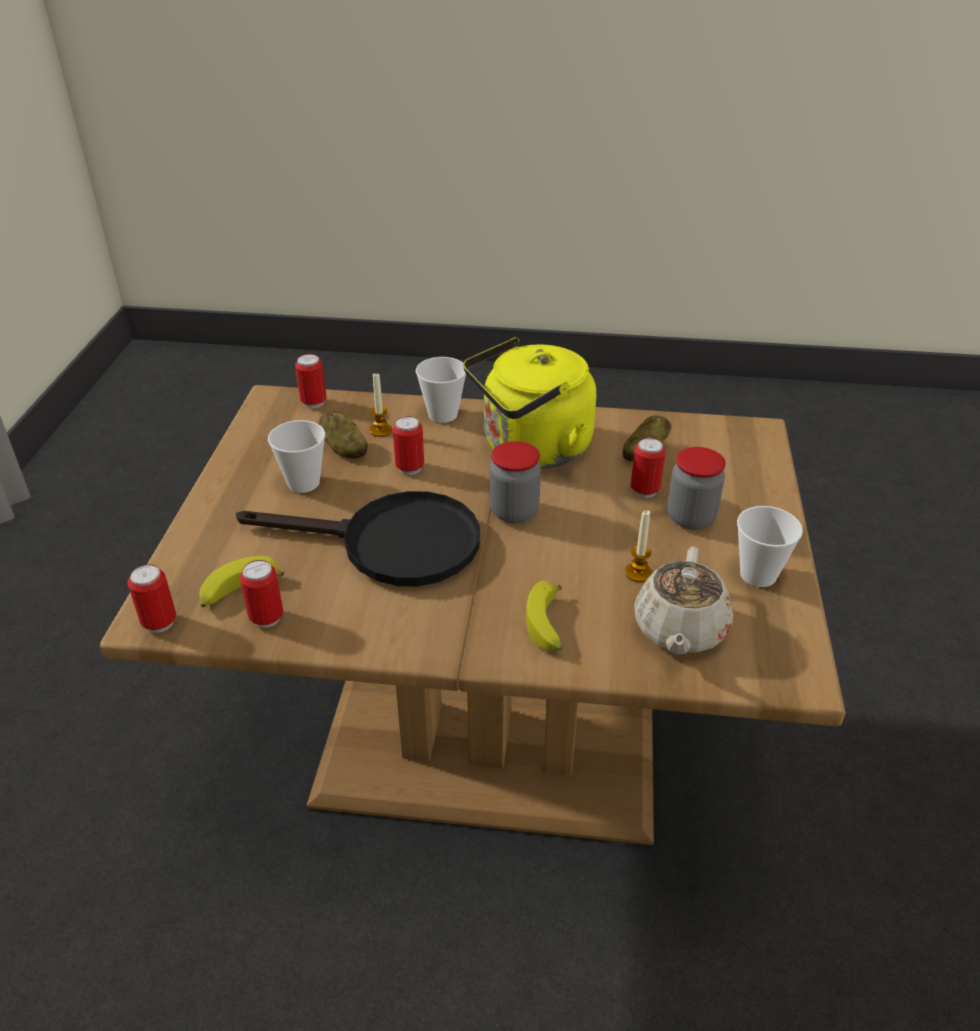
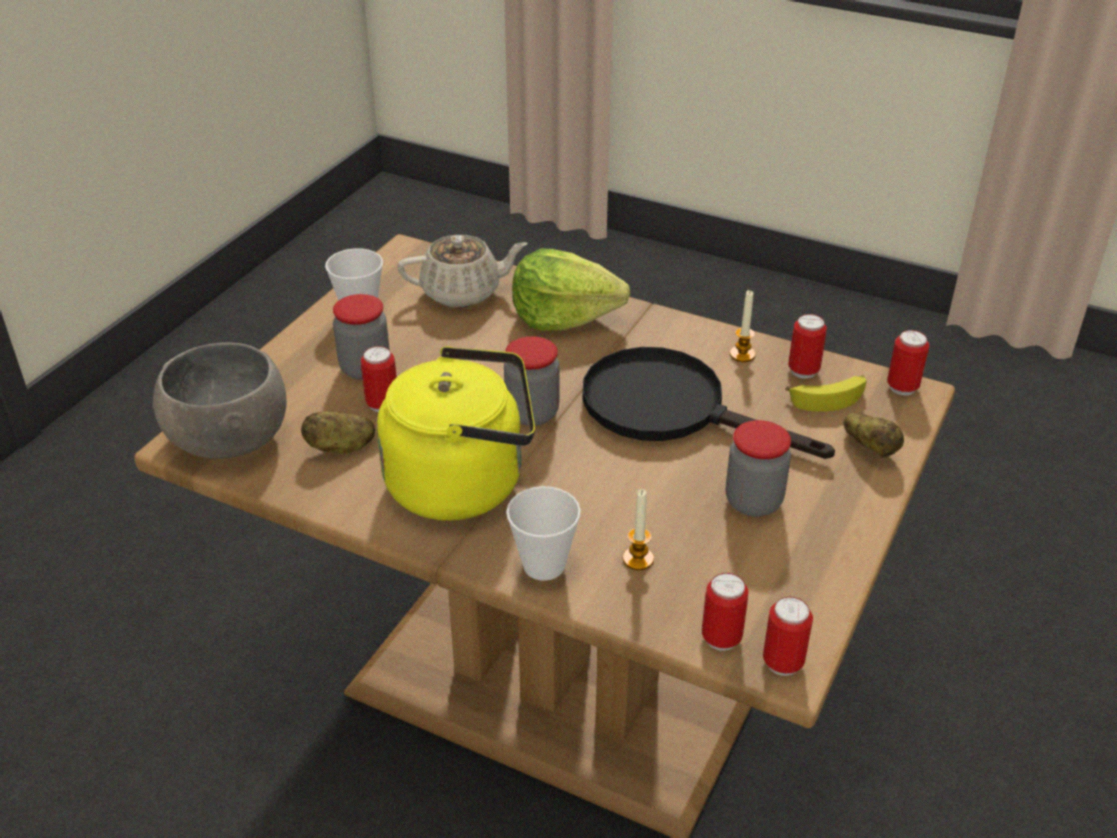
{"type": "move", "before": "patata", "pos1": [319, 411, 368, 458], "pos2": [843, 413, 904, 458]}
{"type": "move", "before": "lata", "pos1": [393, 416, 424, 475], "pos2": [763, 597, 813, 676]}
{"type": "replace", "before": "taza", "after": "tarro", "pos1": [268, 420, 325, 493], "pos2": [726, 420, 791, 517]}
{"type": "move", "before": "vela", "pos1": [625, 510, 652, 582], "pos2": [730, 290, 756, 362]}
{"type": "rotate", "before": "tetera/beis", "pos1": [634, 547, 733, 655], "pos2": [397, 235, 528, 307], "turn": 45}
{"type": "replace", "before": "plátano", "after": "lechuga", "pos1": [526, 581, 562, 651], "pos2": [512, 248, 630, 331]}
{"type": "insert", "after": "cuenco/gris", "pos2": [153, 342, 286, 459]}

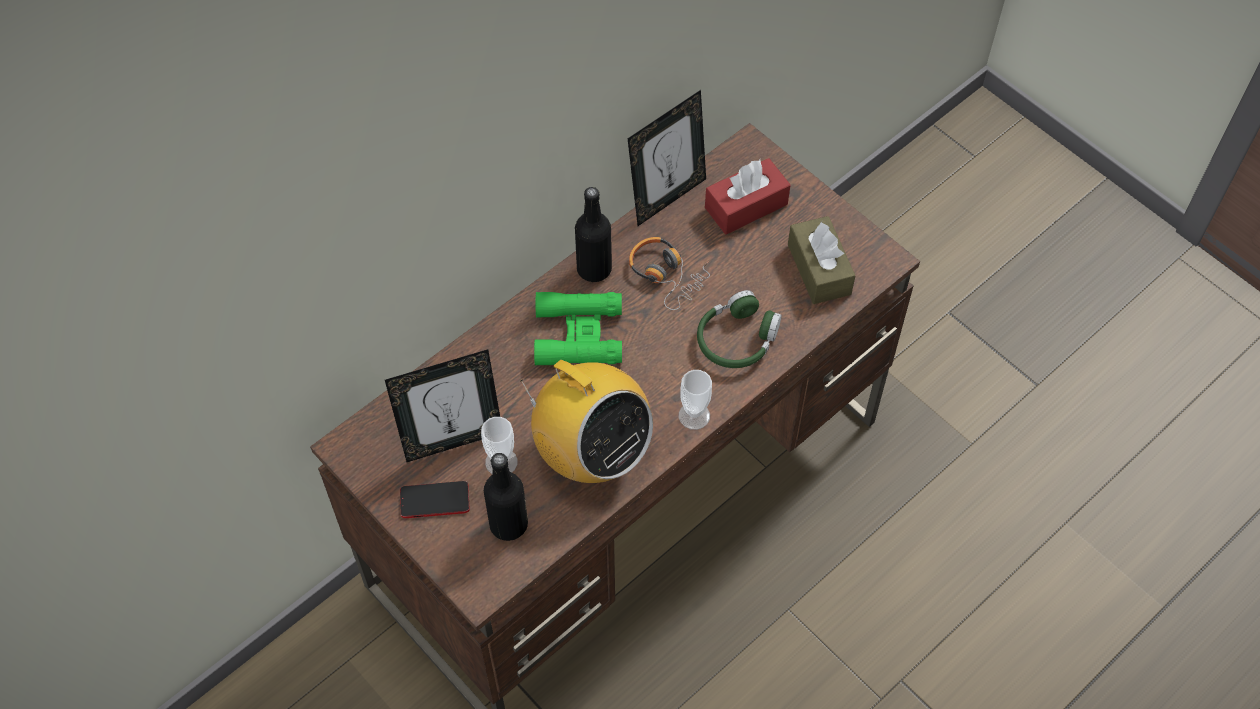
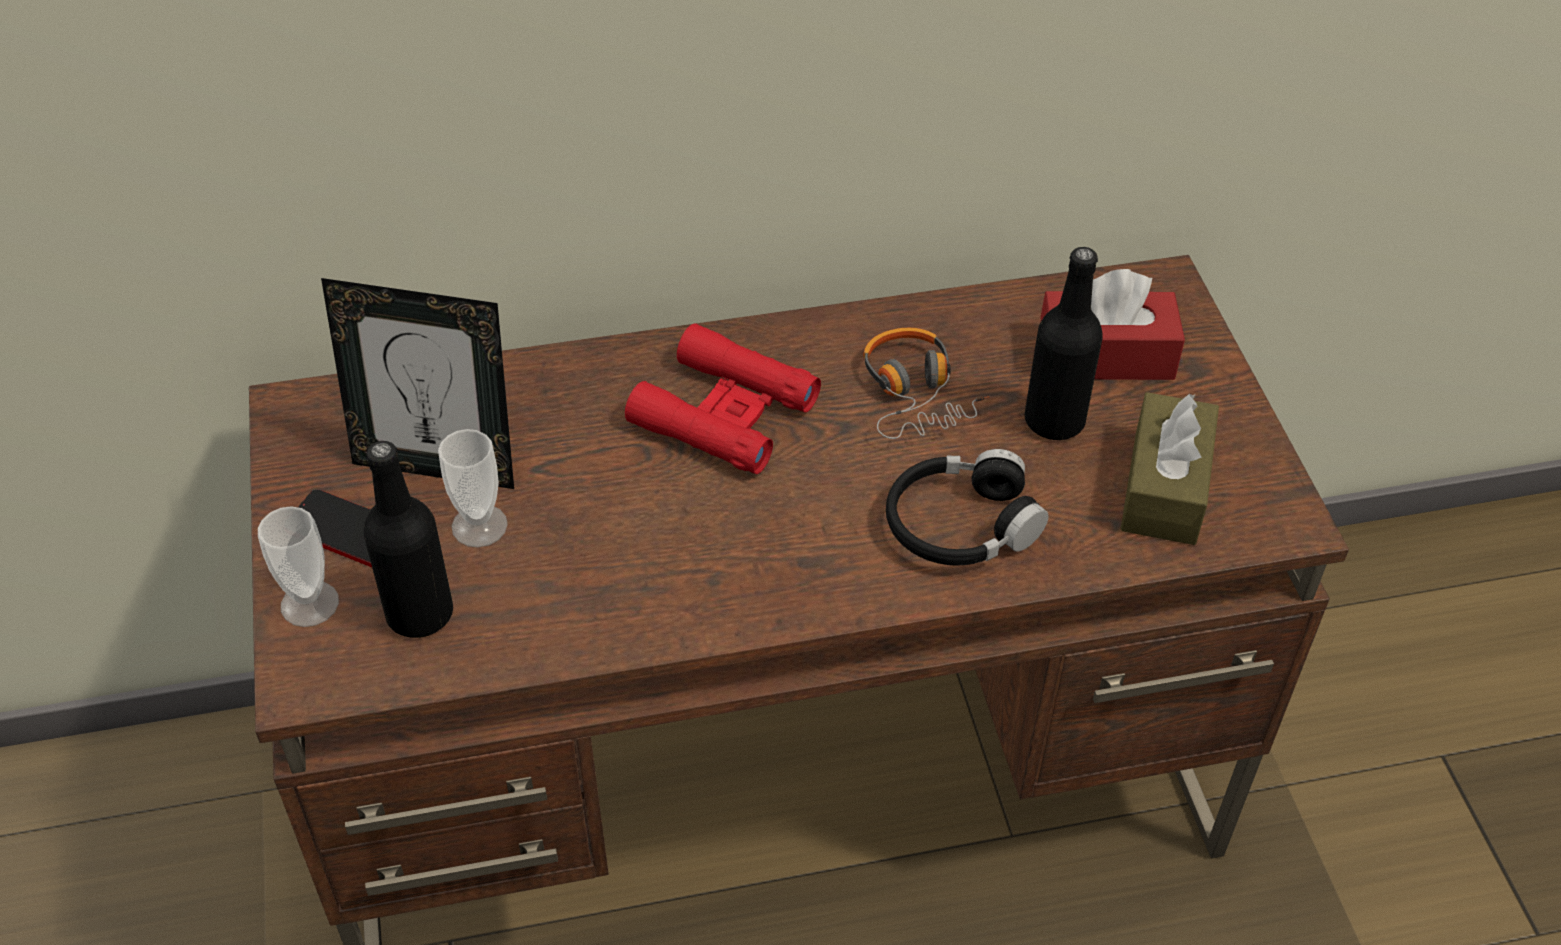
{"type": "delete", "before": "portarretratos", "pos1": [628, 90, 706, 226]}
{"type": "move", "before": "botella/negro", "pos1": [575, 187, 612, 282], "pos2": [1025, 247, 1103, 440]}
{"type": "recolor", "before": "auriculares/verde", "after": "auriculares/negro", "pos1": [697, 290, 782, 368], "pos2": [886, 449, 1049, 566]}
{"type": "recolor", "before": "prismáticos/verde", "after": "prismáticos/rojo", "pos1": [534, 292, 622, 366], "pos2": [625, 323, 821, 474]}
{"type": "delete", "before": "radio", "pos1": [520, 360, 653, 483]}
{"type": "move", "before": "taza", "pos1": [679, 370, 712, 430], "pos2": [258, 506, 339, 627]}

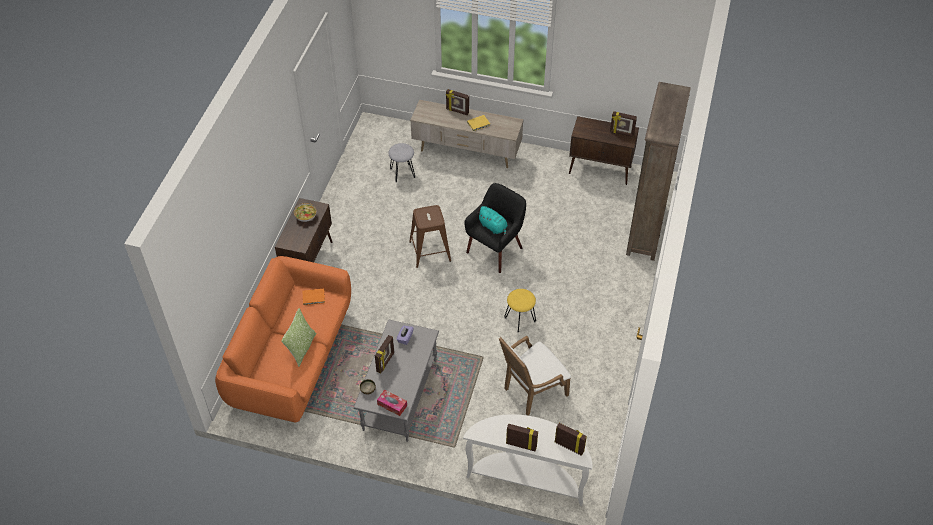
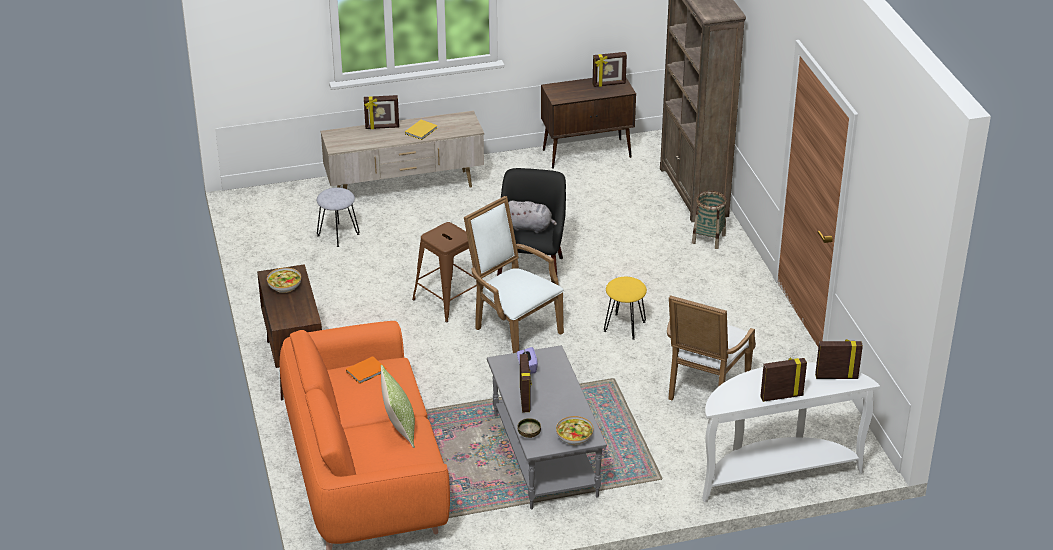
{"type": "recolor", "before": "peluche/turquesa", "after": "peluche/gris", "pos1": [477, 206, 508, 235], "pos2": [508, 200, 557, 233]}
{"type": "replace", "before": "caja de pañuelos", "after": "cuenco", "pos1": [377, 390, 407, 416], "pos2": [556, 416, 593, 445]}
{"type": "insert", "after": "cesta", "pos2": [692, 191, 727, 249]}
{"type": "insert", "after": "sillón/blanco", "pos2": [464, 196, 564, 353]}

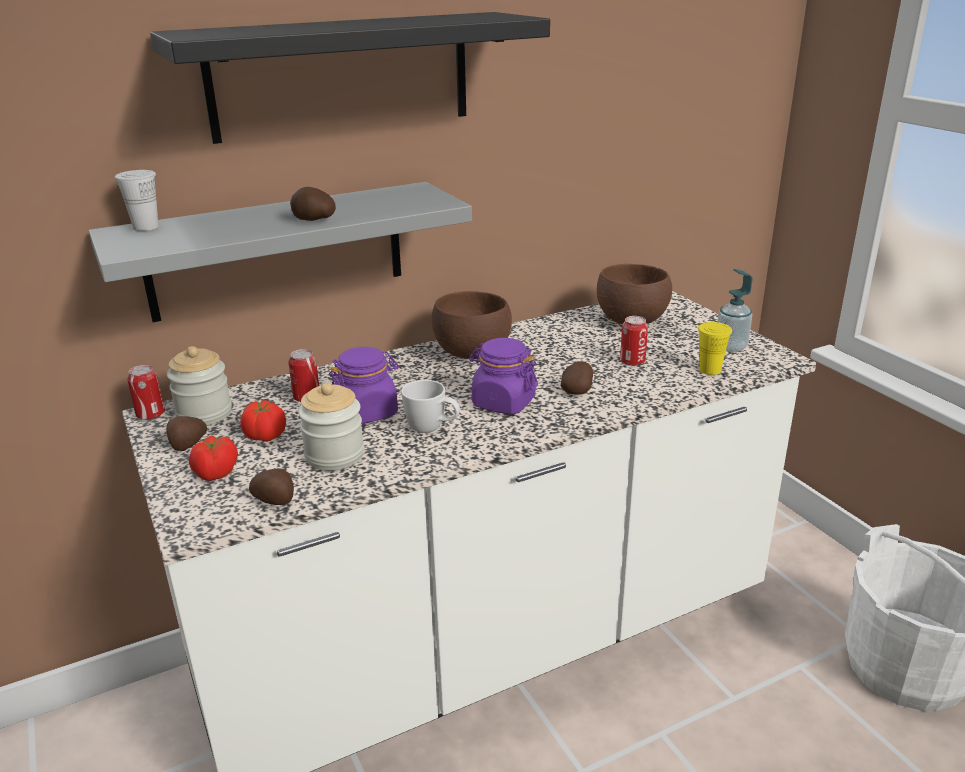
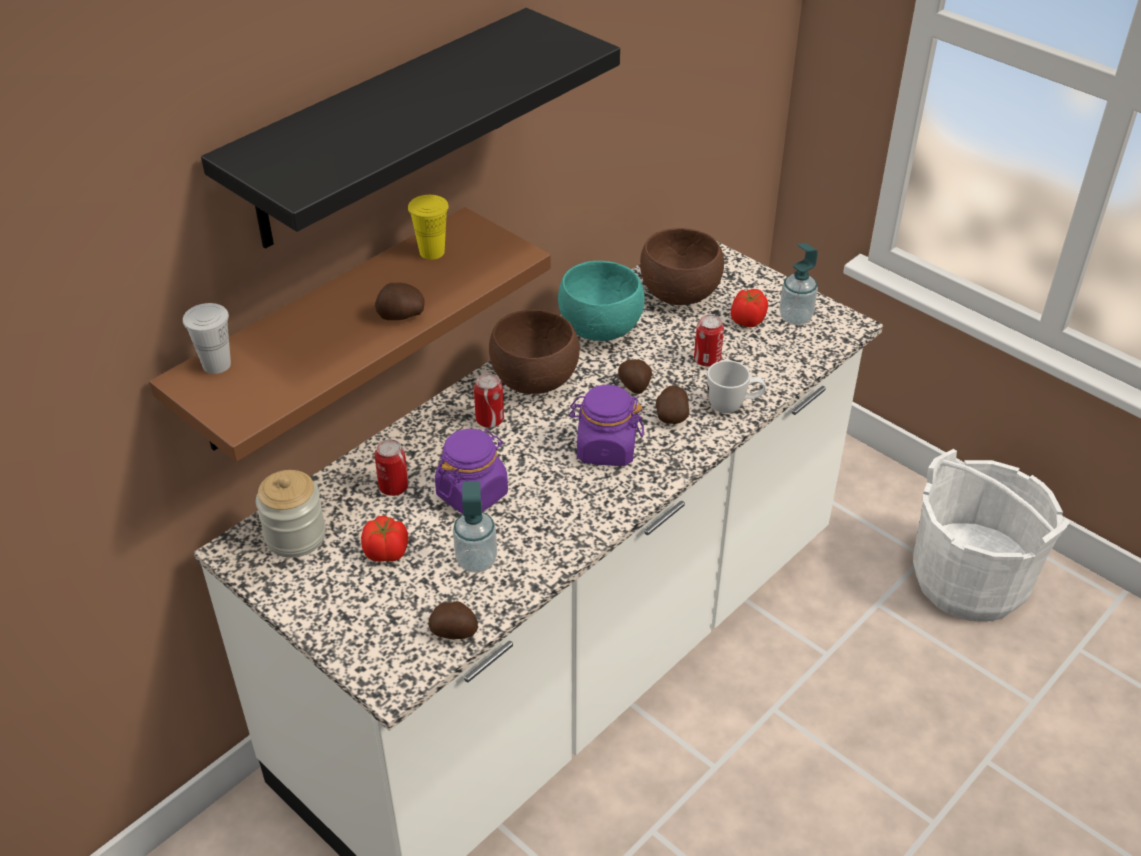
{"type": "recolor", "before": "estante/gris", "after": "estante/marrón", "pos1": [89, 182, 472, 322], "pos2": [149, 207, 551, 462]}
{"type": "move", "before": "taza/amarillo", "pos1": [698, 322, 732, 375], "pos2": [408, 195, 449, 260]}
{"type": "move", "before": "lata", "pos1": [127, 365, 165, 420], "pos2": [474, 373, 504, 428]}
{"type": "move", "before": "taza grande/blanco", "pos1": [401, 380, 460, 433], "pos2": [707, 360, 766, 413]}
{"type": "replace", "before": "tarro", "after": "dispensador de jabón", "pos1": [298, 383, 364, 471], "pos2": [453, 481, 497, 573]}
{"type": "move", "before": "patata", "pos1": [167, 416, 207, 451], "pos2": [618, 359, 652, 394]}
{"type": "move", "before": "tomate", "pos1": [189, 435, 238, 481], "pos2": [731, 289, 768, 327]}
{"type": "insert", "after": "cuenco/turquesa", "pos2": [558, 261, 645, 341]}

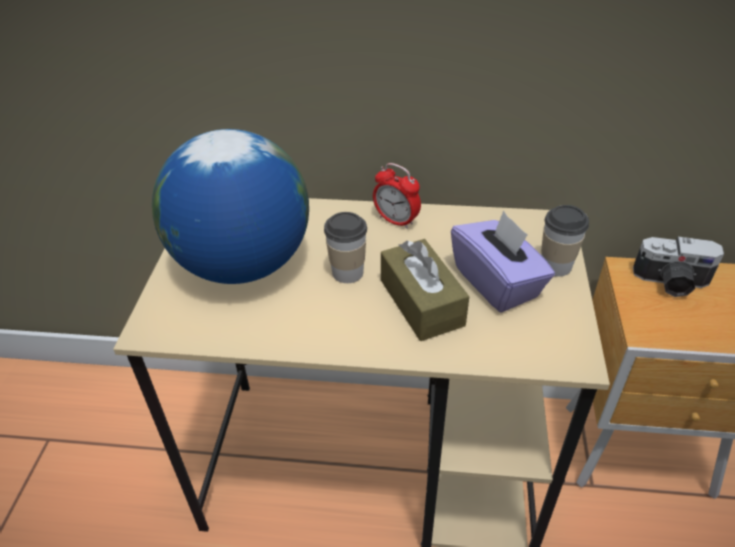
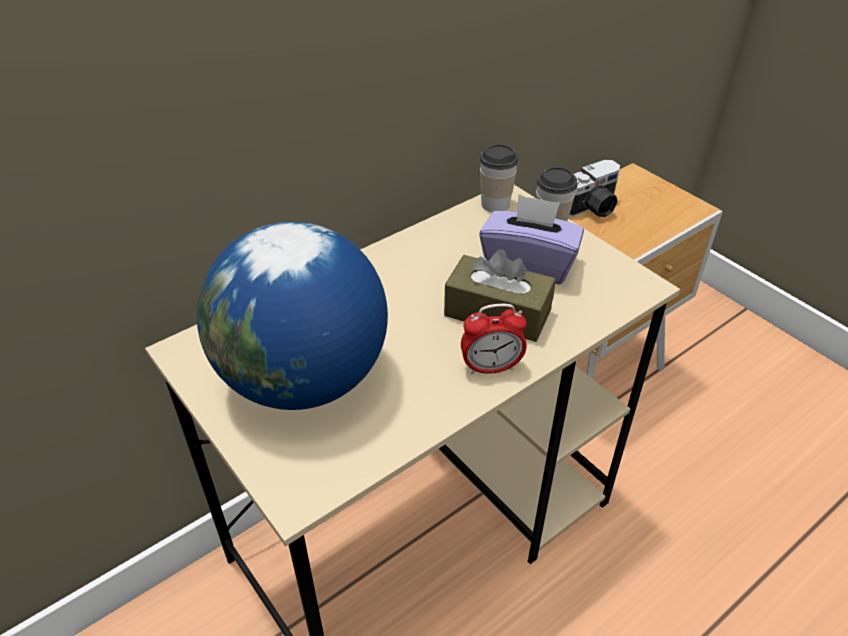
{"type": "move", "before": "despertador", "pos1": [373, 163, 421, 229], "pos2": [461, 304, 527, 374]}
{"type": "move", "before": "taza", "pos1": [324, 212, 367, 283], "pos2": [480, 144, 519, 212]}

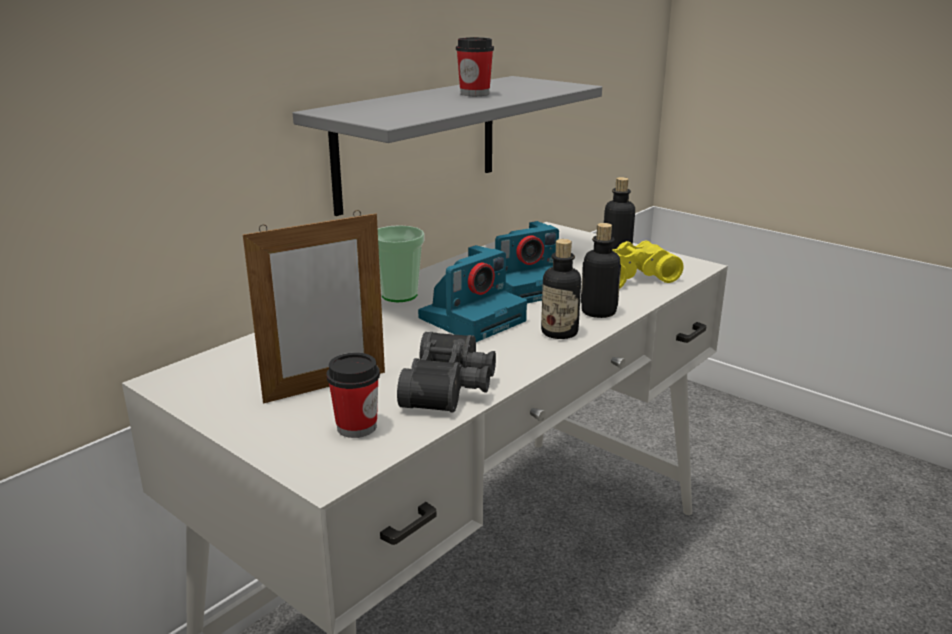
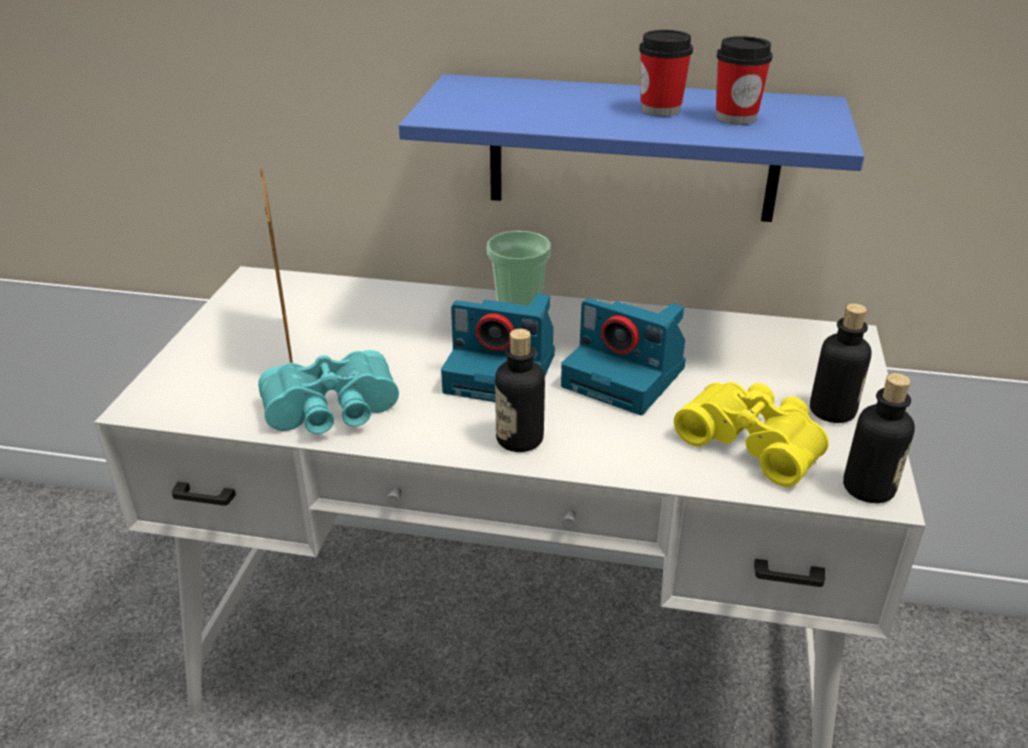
{"type": "recolor", "before": "estante/gris", "after": "estante/azul", "pos1": [293, 76, 602, 216], "pos2": [399, 74, 864, 222]}
{"type": "rotate", "before": "portarretratos", "pos1": [243, 210, 385, 403], "pos2": [260, 168, 293, 363], "turn": -135}
{"type": "move", "before": "botella", "pos1": [581, 223, 621, 318], "pos2": [843, 373, 915, 503]}
{"type": "recolor", "before": "prismáticos/negro", "after": "prismáticos/turquesa", "pos1": [397, 332, 496, 412], "pos2": [258, 350, 399, 434]}
{"type": "move", "before": "taza", "pos1": [326, 353, 380, 438], "pos2": [716, 36, 773, 125]}

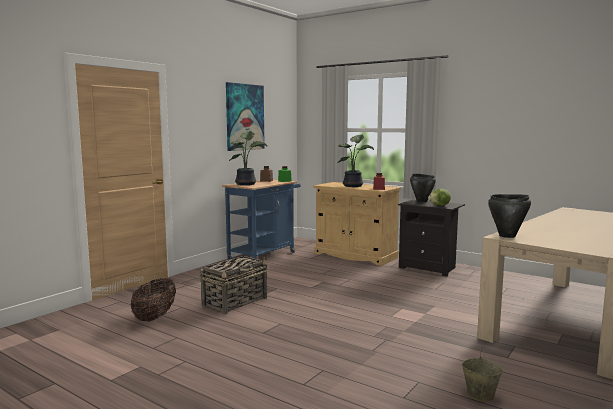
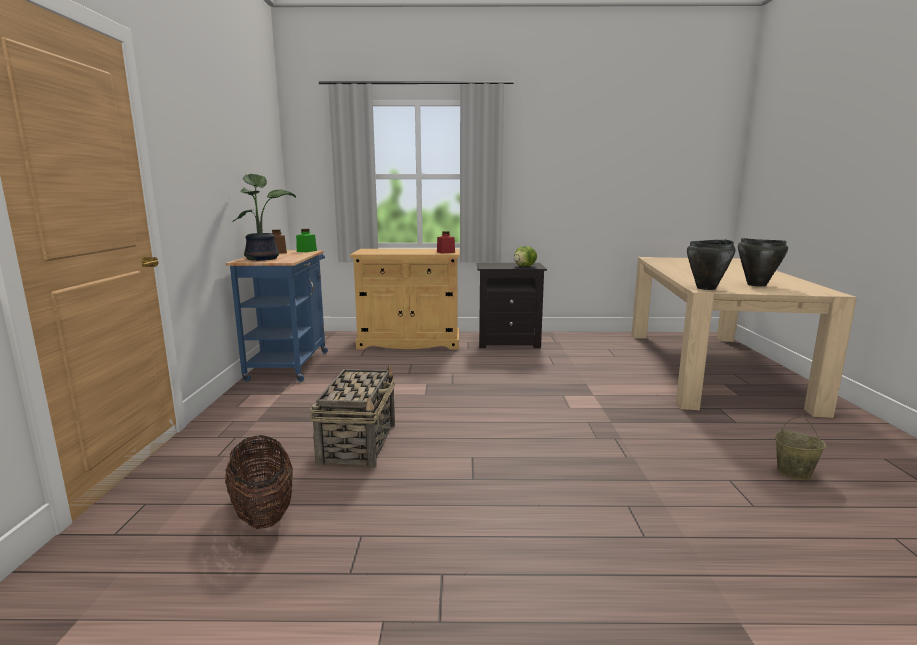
{"type": "delete", "before": "cuadro", "pos1": [226, 82, 265, 151]}
{"type": "delete", "before": "planta en maceta", "pos1": [338, 134, 374, 187]}
{"type": "move", "before": "olla/negro", "pos1": [410, 174, 436, 202], "pos2": [738, 238, 788, 287]}

